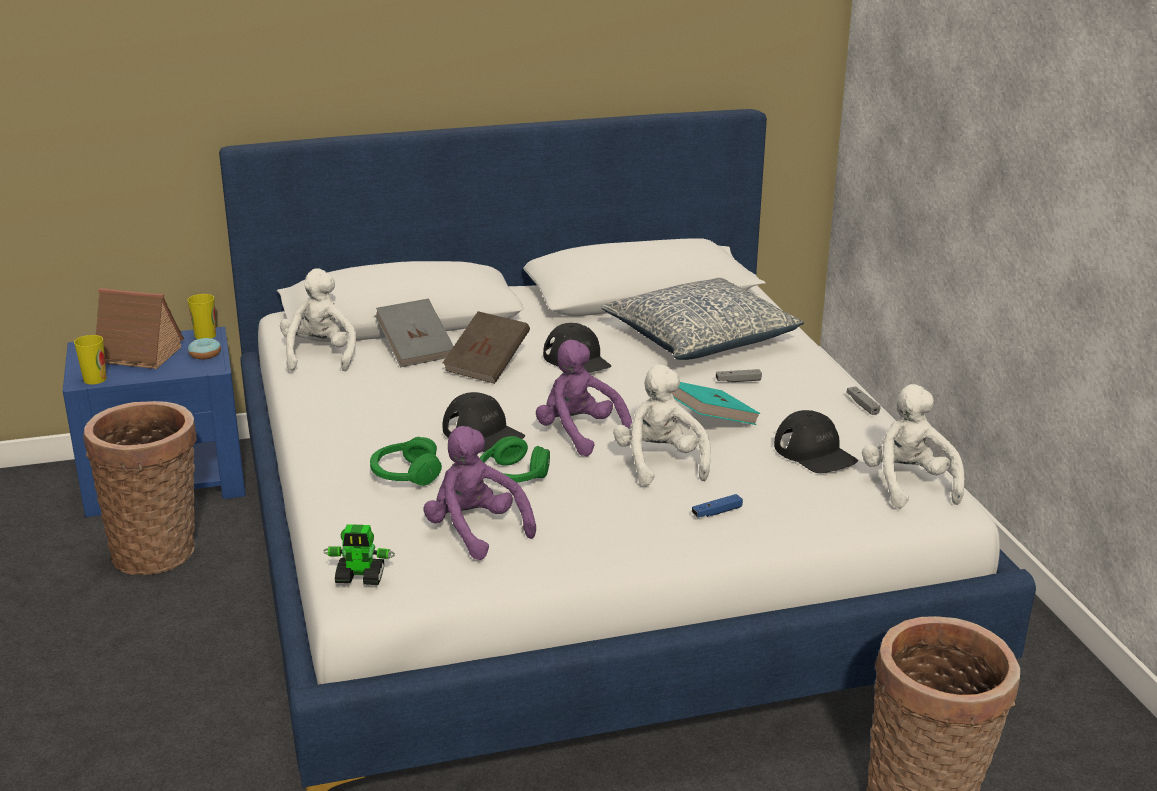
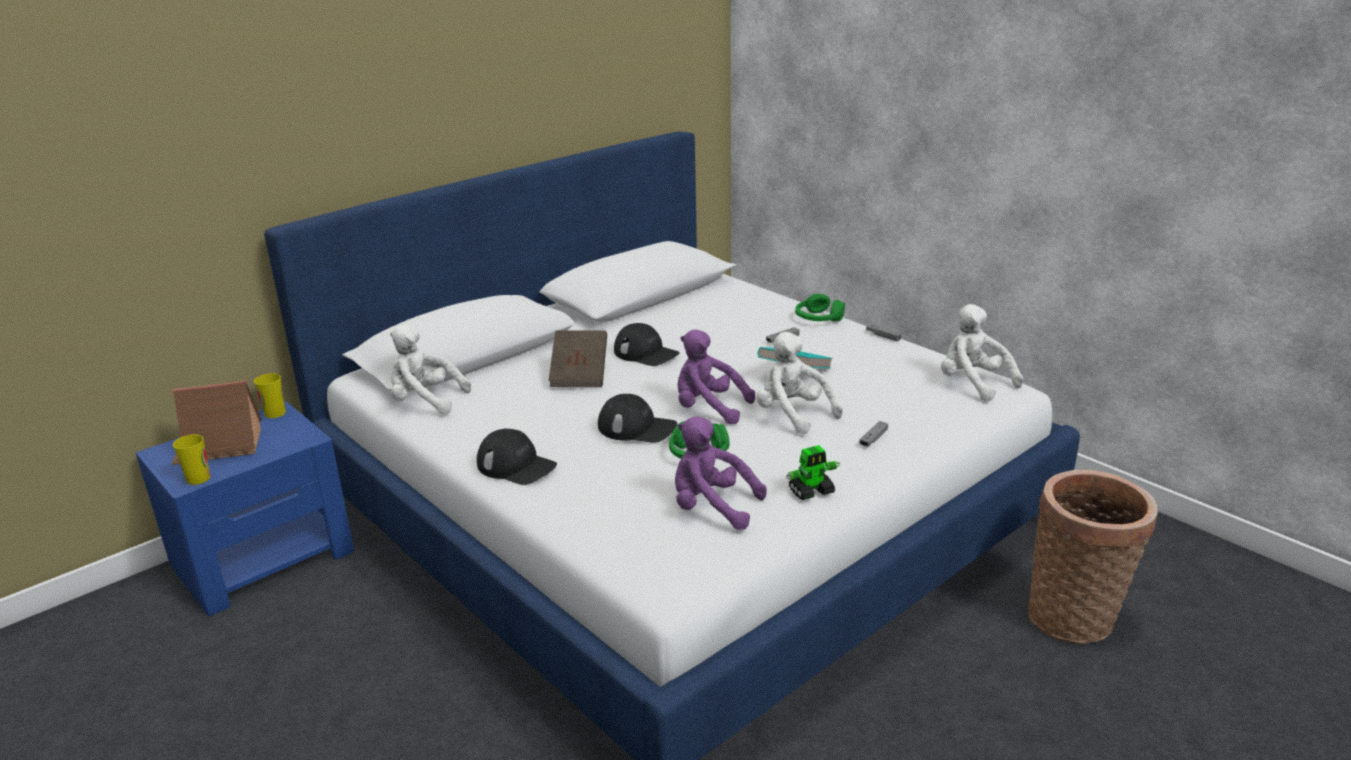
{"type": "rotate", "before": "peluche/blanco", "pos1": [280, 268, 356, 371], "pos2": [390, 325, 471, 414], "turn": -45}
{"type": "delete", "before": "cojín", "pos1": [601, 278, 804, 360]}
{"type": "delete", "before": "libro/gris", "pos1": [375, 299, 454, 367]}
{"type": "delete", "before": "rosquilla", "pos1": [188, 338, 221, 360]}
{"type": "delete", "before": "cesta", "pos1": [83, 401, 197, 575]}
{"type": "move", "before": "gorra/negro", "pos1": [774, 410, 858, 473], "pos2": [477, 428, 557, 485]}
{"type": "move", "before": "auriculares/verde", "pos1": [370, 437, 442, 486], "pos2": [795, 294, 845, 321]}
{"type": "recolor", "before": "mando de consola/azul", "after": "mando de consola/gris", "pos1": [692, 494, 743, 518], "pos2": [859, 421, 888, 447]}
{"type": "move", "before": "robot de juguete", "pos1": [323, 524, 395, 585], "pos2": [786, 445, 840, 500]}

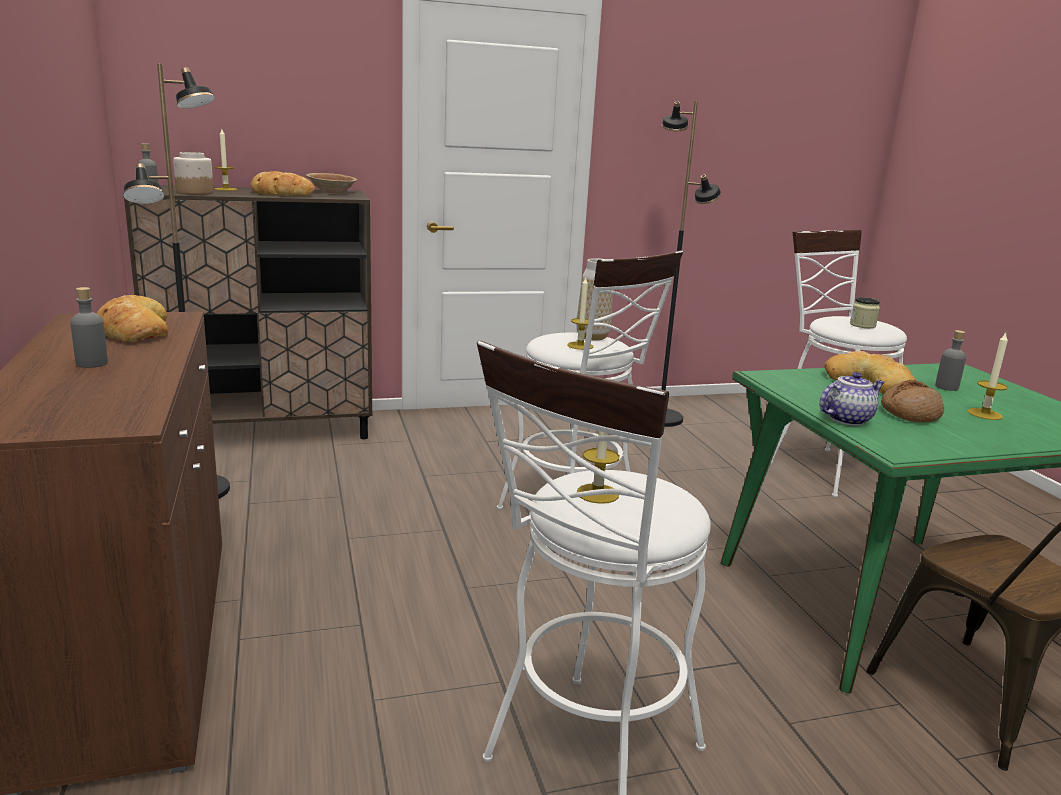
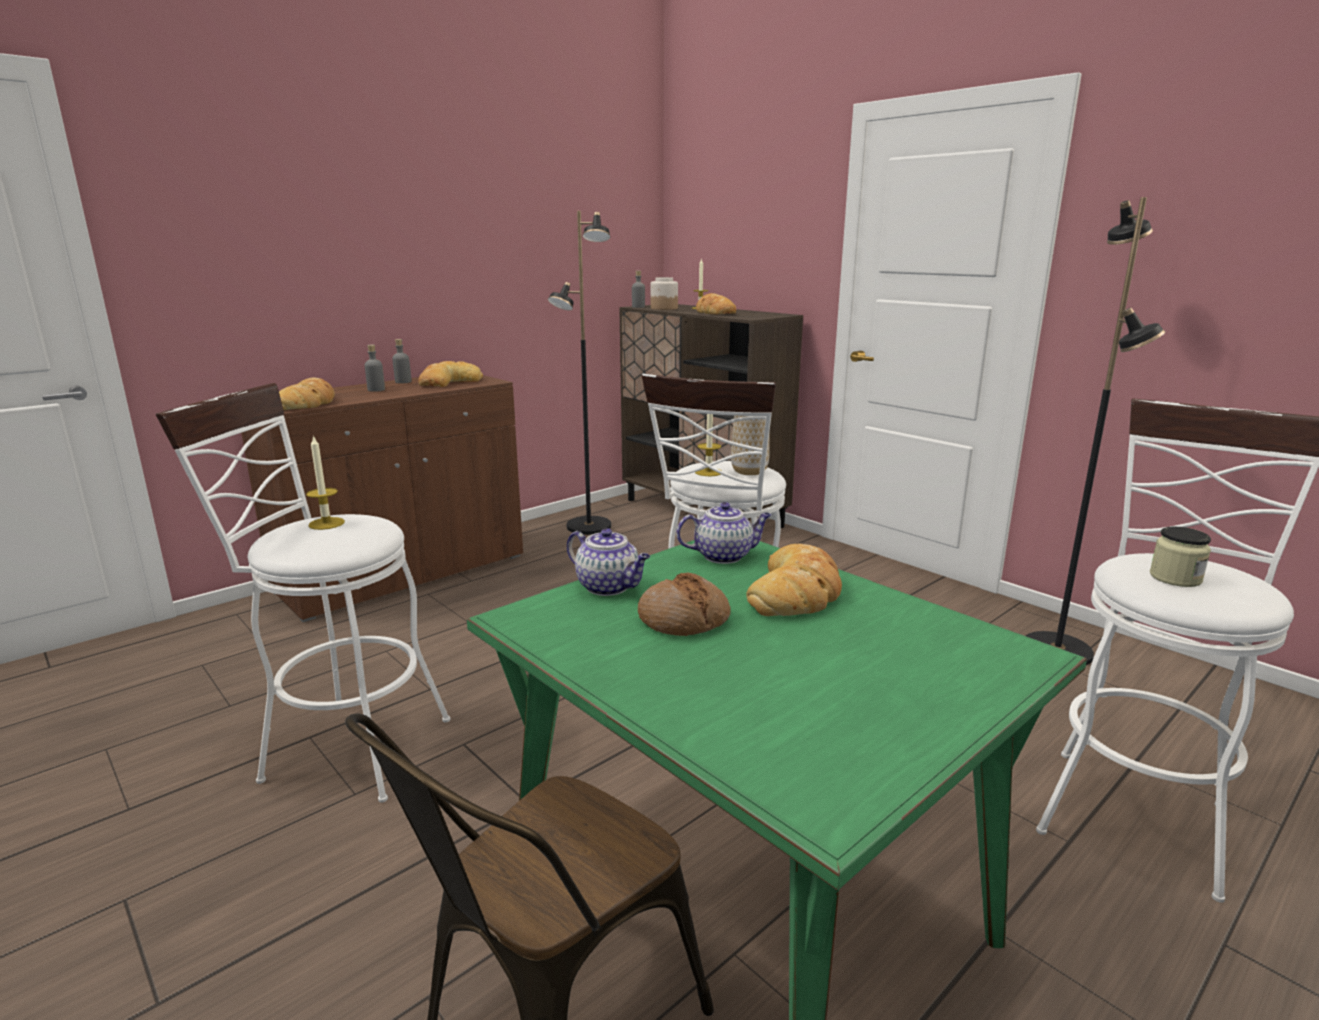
{"type": "delete", "before": "cuenco/marrón", "pos1": [306, 173, 357, 193]}
{"type": "move", "before": "botella/gris", "pos1": [935, 330, 966, 391], "pos2": [392, 339, 412, 383]}
{"type": "delete", "before": "vela", "pos1": [968, 333, 1008, 420]}
{"type": "insert", "after": "pan", "pos2": [279, 378, 335, 410]}
{"type": "insert", "after": "tetera", "pos2": [676, 502, 771, 564]}

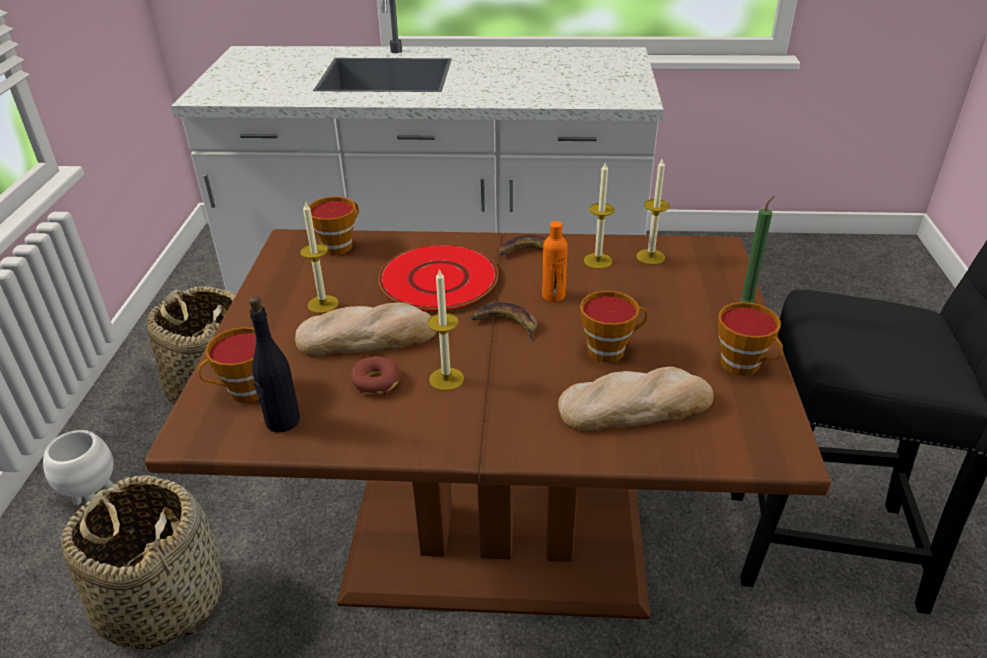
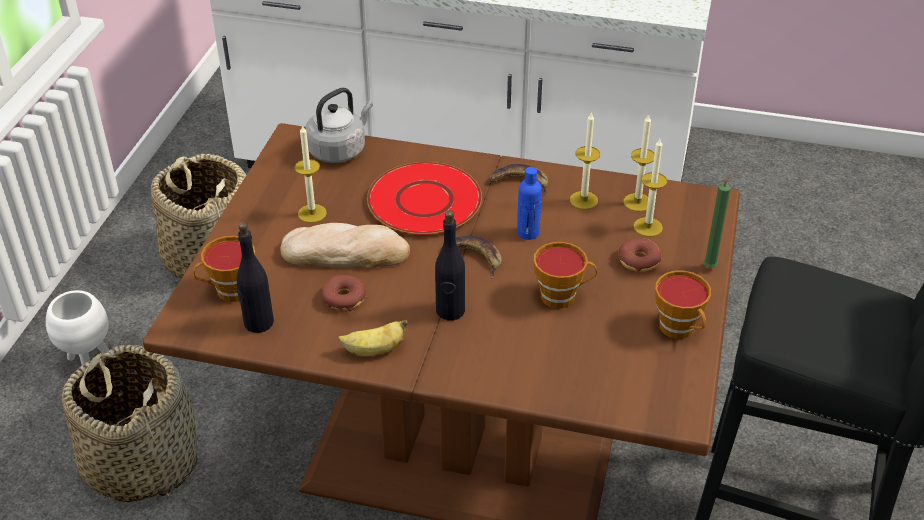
{"type": "replace", "before": "taza", "after": "hervidor/gris", "pos1": [309, 196, 359, 255], "pos2": [305, 88, 373, 163]}
{"type": "recolor", "before": "botella/naranja", "after": "botella/azul", "pos1": [542, 221, 568, 302], "pos2": [517, 167, 542, 240]}
{"type": "move", "before": "vela", "pos1": [427, 268, 464, 391], "pos2": [633, 139, 667, 237]}
{"type": "delete", "before": "pan", "pos1": [558, 367, 713, 431]}
{"type": "insert", "after": "botella/negro", "pos2": [435, 210, 465, 321]}
{"type": "insert", "after": "rosquilla", "pos2": [618, 238, 661, 272]}
{"type": "insert", "after": "plátano", "pos2": [338, 320, 408, 356]}

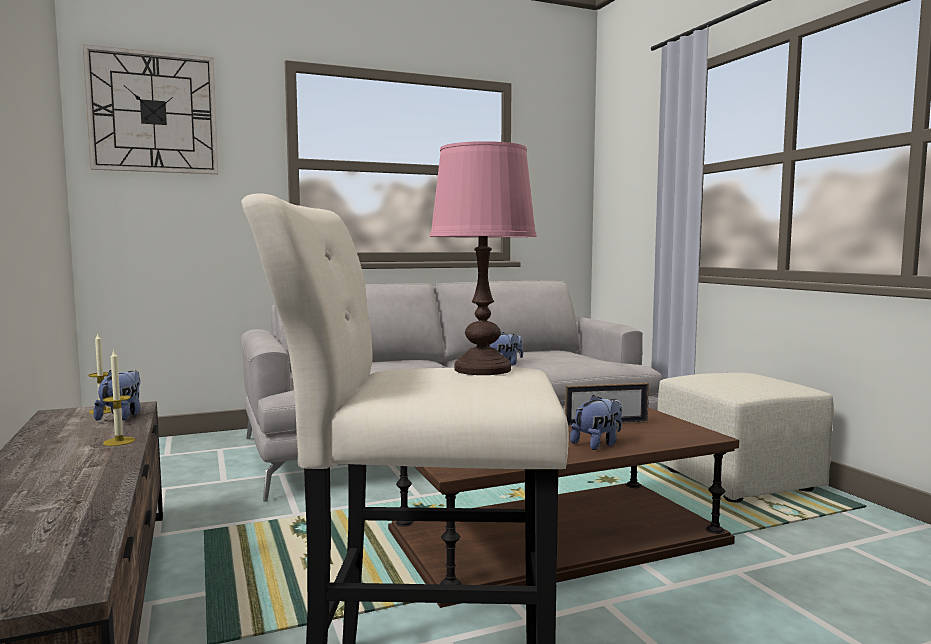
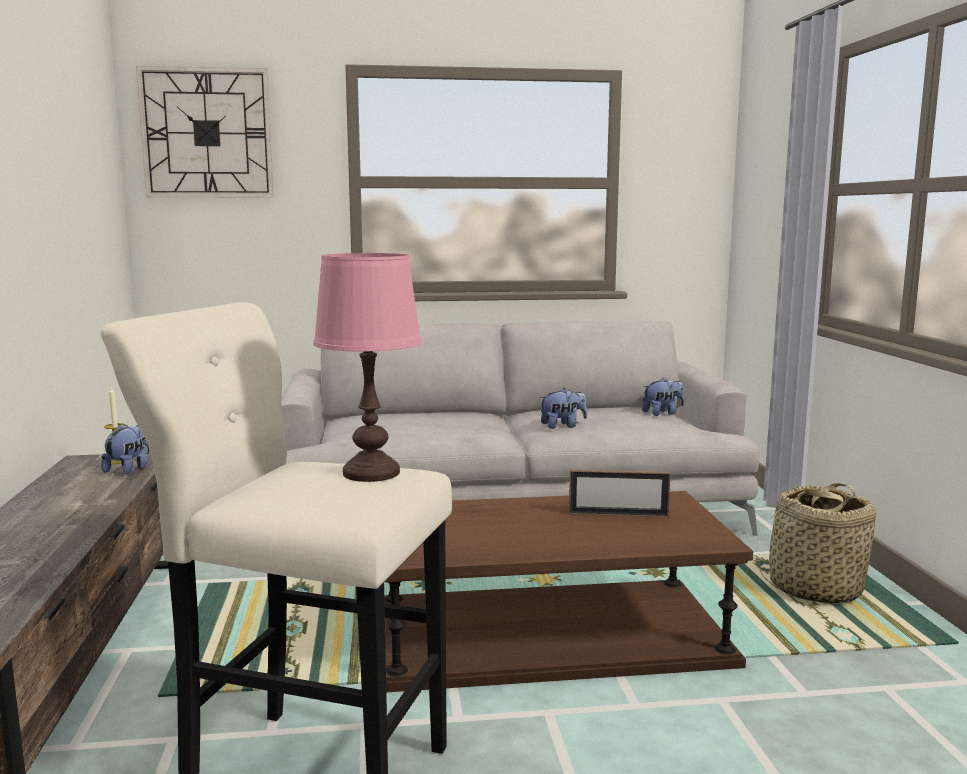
{"type": "delete", "before": "vela", "pos1": [103, 350, 135, 446]}
{"type": "replace", "before": "puf/beis", "after": "cesta", "pos1": [657, 373, 834, 503], "pos2": [756, 483, 876, 605]}
{"type": "move", "before": "peluche", "pos1": [570, 395, 622, 450], "pos2": [642, 378, 684, 416]}

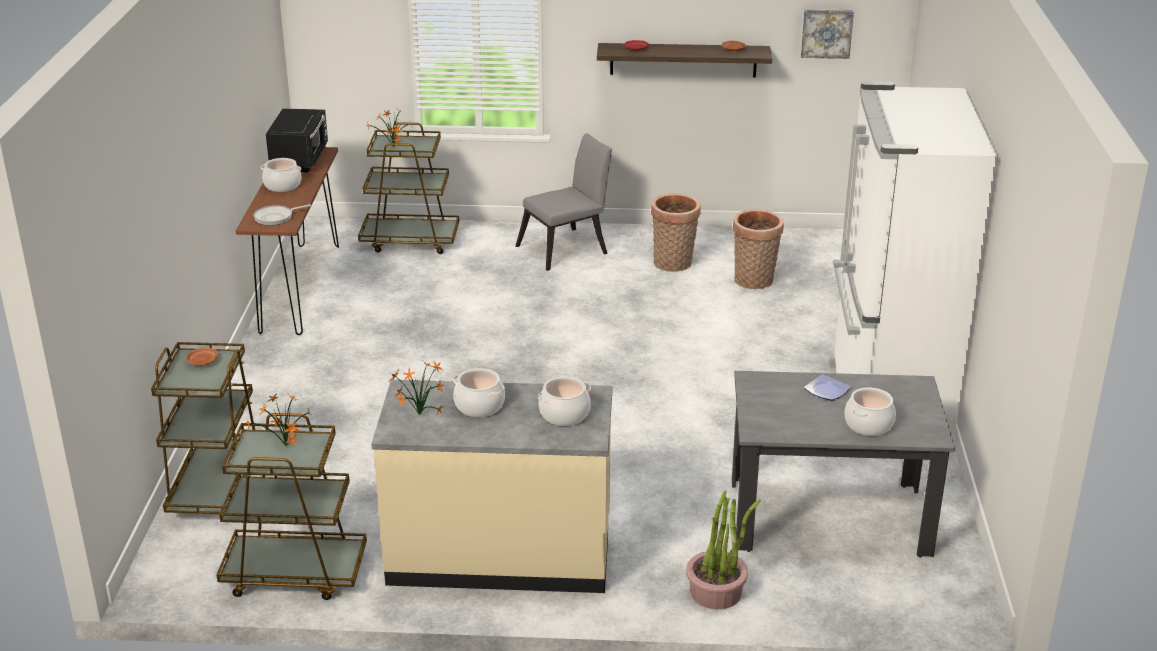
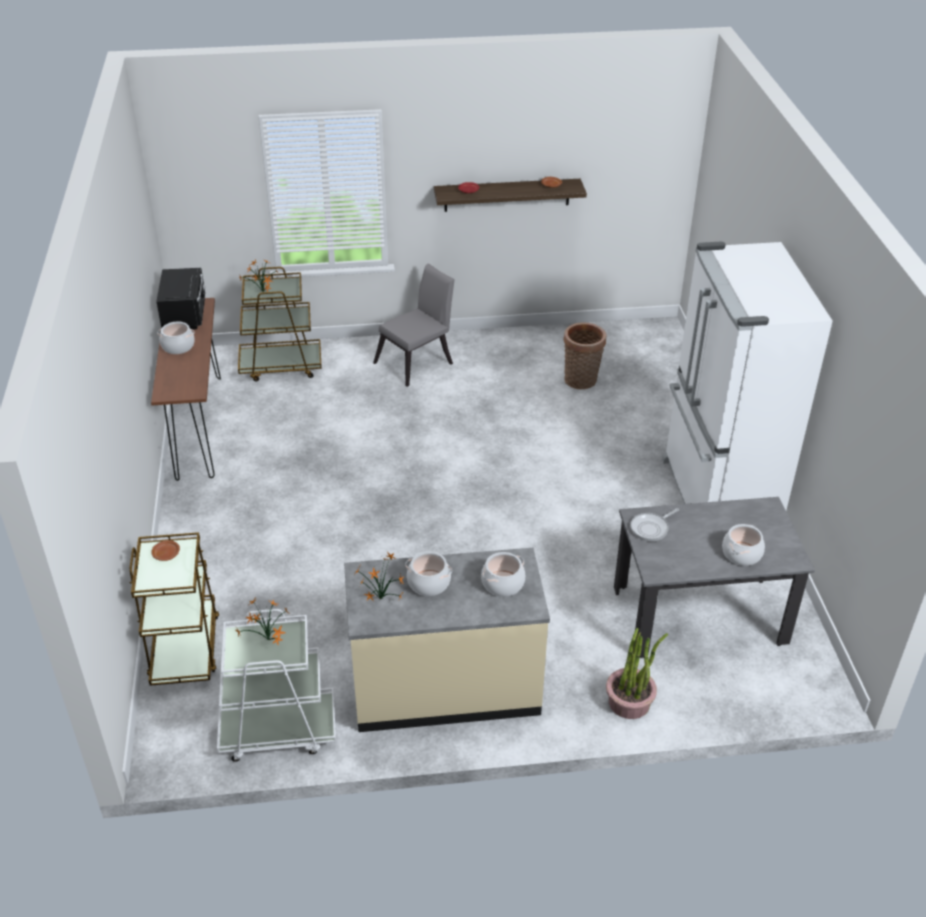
{"type": "delete", "before": "cuadro", "pos1": [801, 9, 854, 59]}
{"type": "delete", "before": "cesta", "pos1": [651, 194, 701, 272]}
{"type": "move", "before": "sartén", "pos1": [253, 204, 311, 225], "pos2": [630, 508, 679, 541]}
{"type": "delete", "before": "plato", "pos1": [804, 374, 851, 401]}
{"type": "recolor", "before": "carrito/marrón", "after": "carrito/blanco", "pos1": [216, 413, 367, 600], "pos2": [217, 609, 336, 762]}

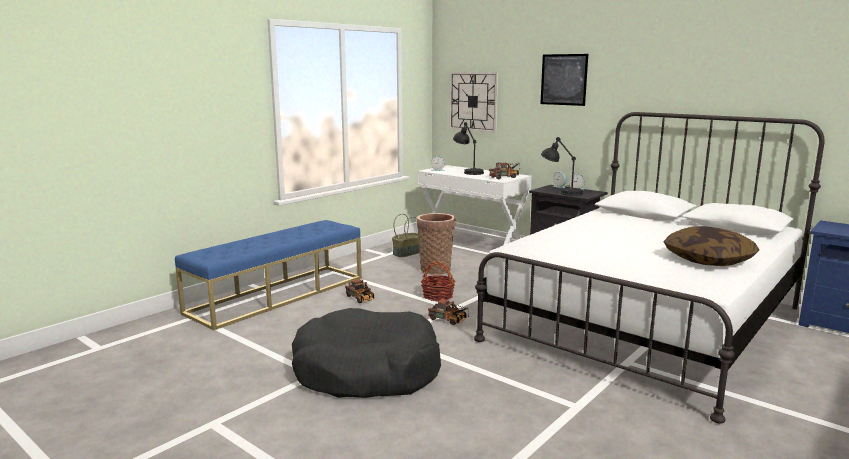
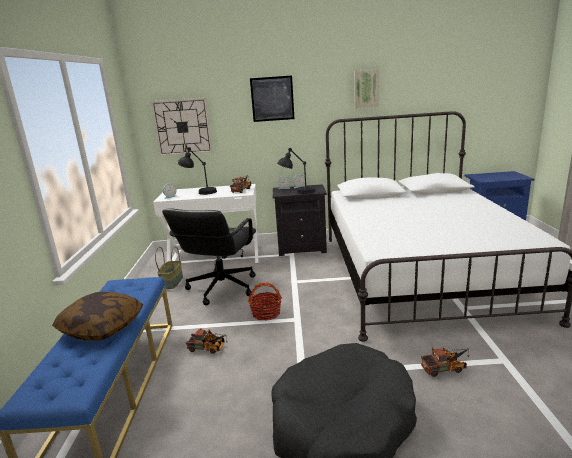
{"type": "replace", "before": "cesta", "after": "silla de oficina/negro", "pos1": [417, 213, 456, 275], "pos2": [162, 209, 256, 306]}
{"type": "move", "before": "cojín", "pos1": [663, 226, 759, 266], "pos2": [52, 292, 143, 341]}
{"type": "move", "before": "camión de juguete", "pos1": [428, 299, 469, 325], "pos2": [421, 346, 470, 377]}
{"type": "insert", "after": "cuadro", "pos2": [354, 70, 379, 108]}

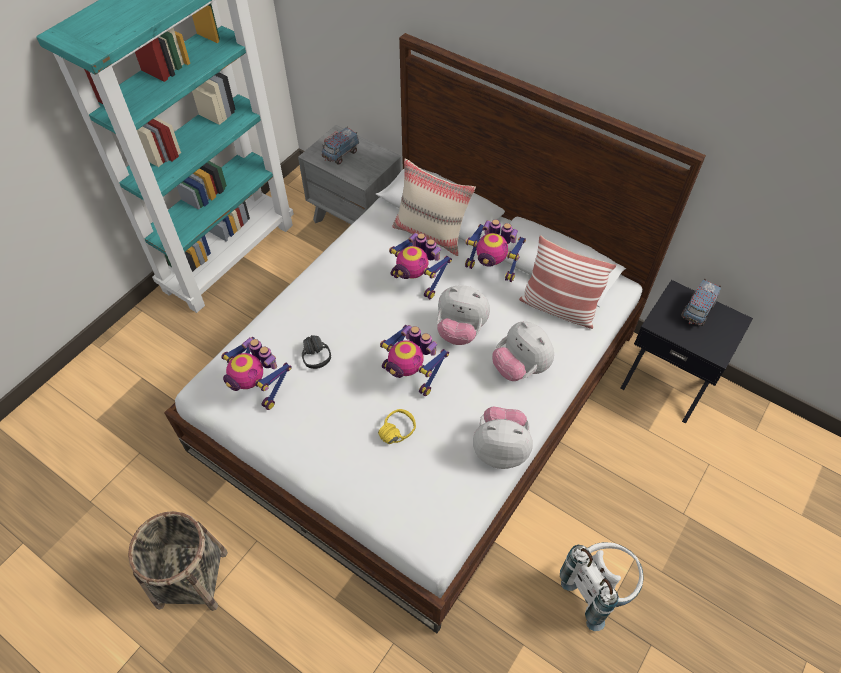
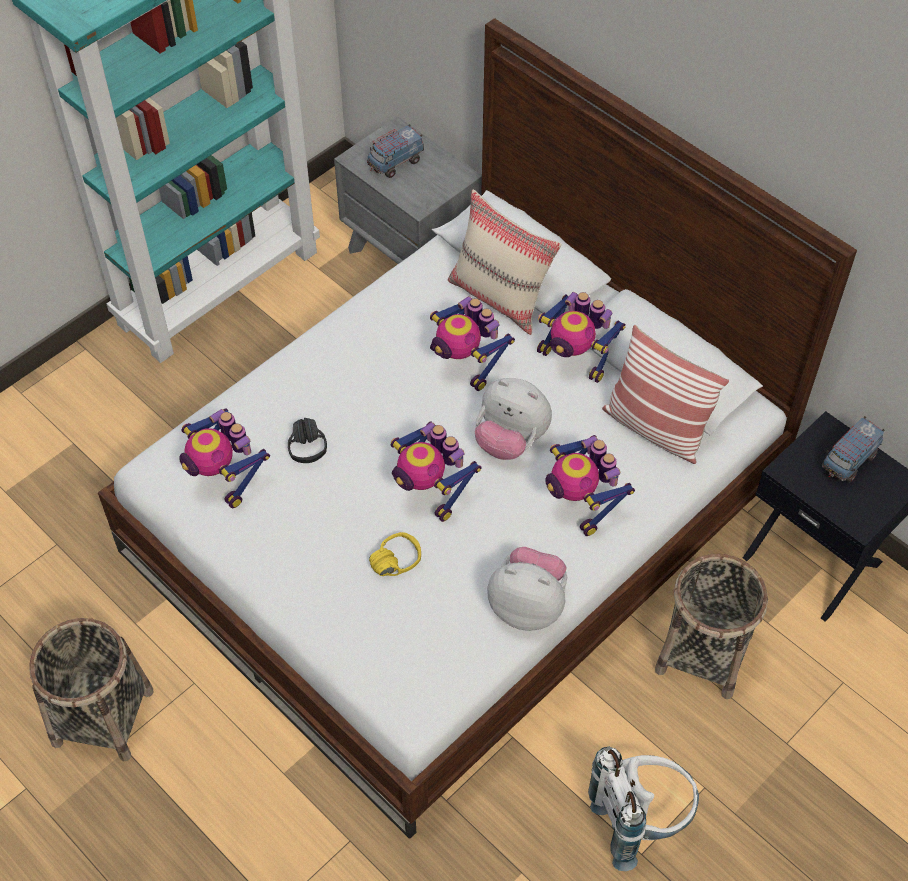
{"type": "replace", "before": "peluche", "after": "robot de juguete", "pos1": [492, 321, 554, 381], "pos2": [545, 435, 635, 536]}
{"type": "insert", "after": "cesta", "pos2": [655, 554, 768, 699]}

